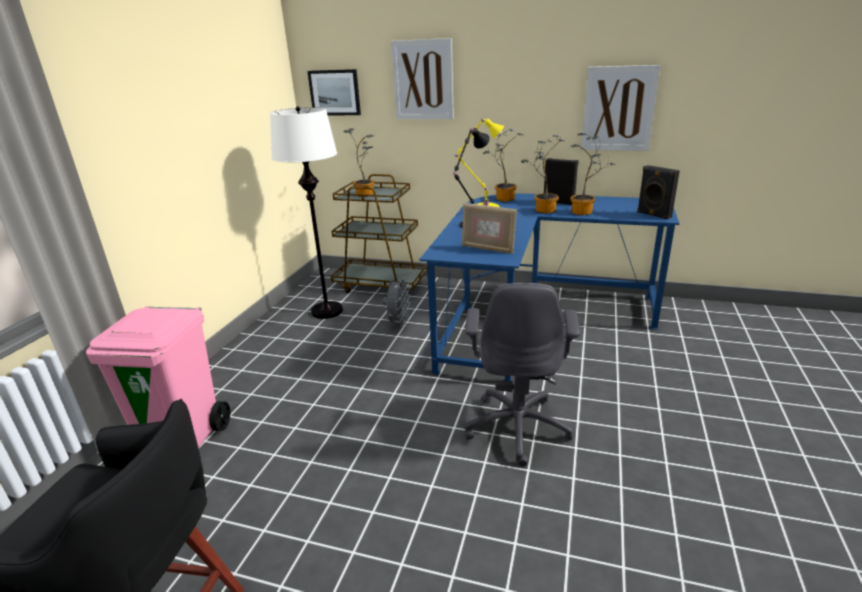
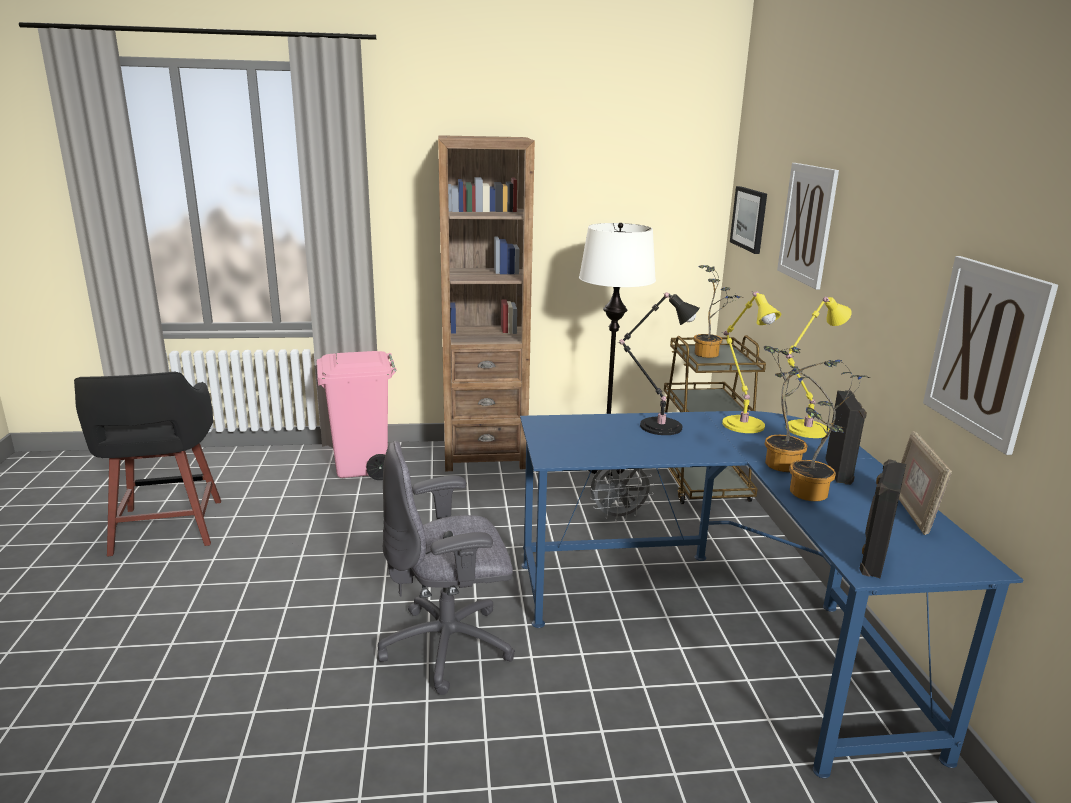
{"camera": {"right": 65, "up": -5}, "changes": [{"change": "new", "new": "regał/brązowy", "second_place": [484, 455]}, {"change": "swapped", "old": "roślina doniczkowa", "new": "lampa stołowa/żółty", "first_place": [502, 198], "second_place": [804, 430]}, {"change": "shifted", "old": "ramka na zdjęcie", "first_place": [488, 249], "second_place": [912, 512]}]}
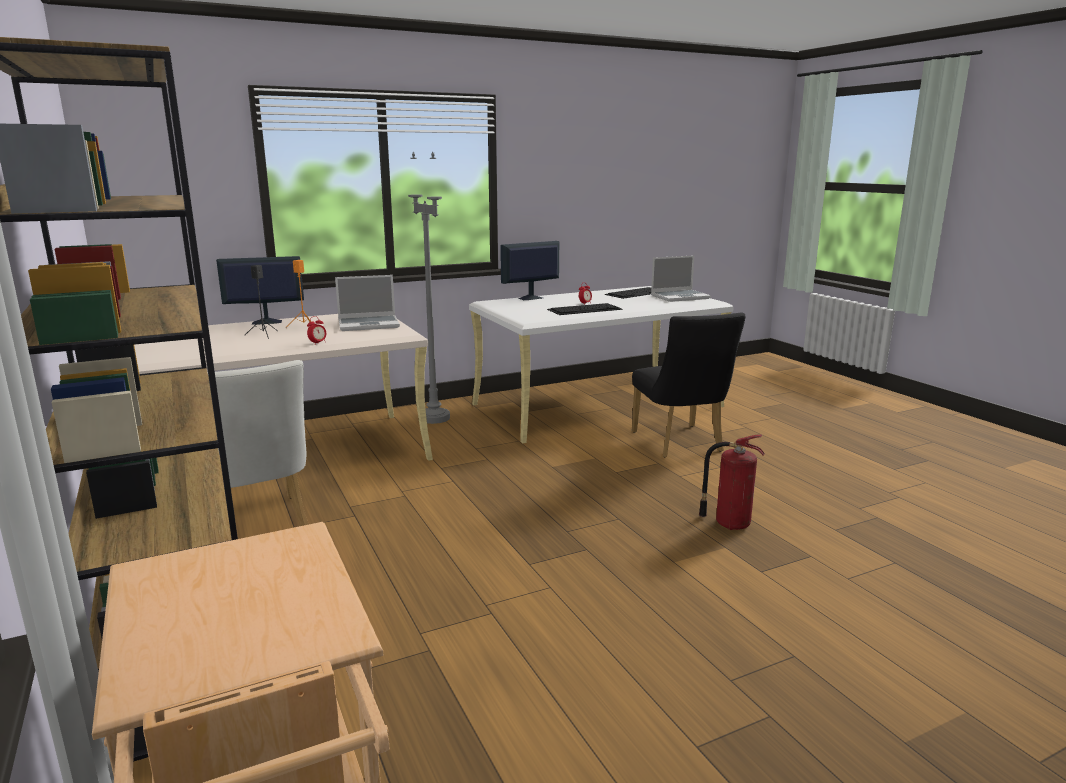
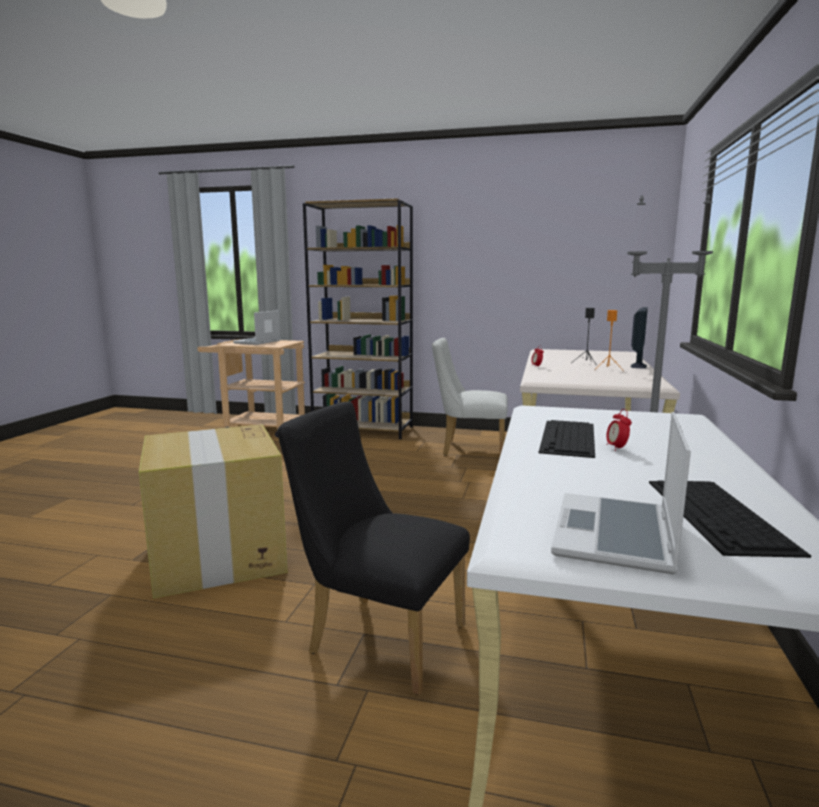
{"camera": {"right": 130, "up": -5}, "changes": [{"change": "swapped", "old": "gaśnica", "new": "karton", "first_place": [730, 523], "second_place": [218, 557]}, {"change": "shifted", "old": "laptop", "first_place": [369, 324], "second_place": [257, 342]}, {"change": "gone", "old": "monitor", "first_place": [530, 298]}]}
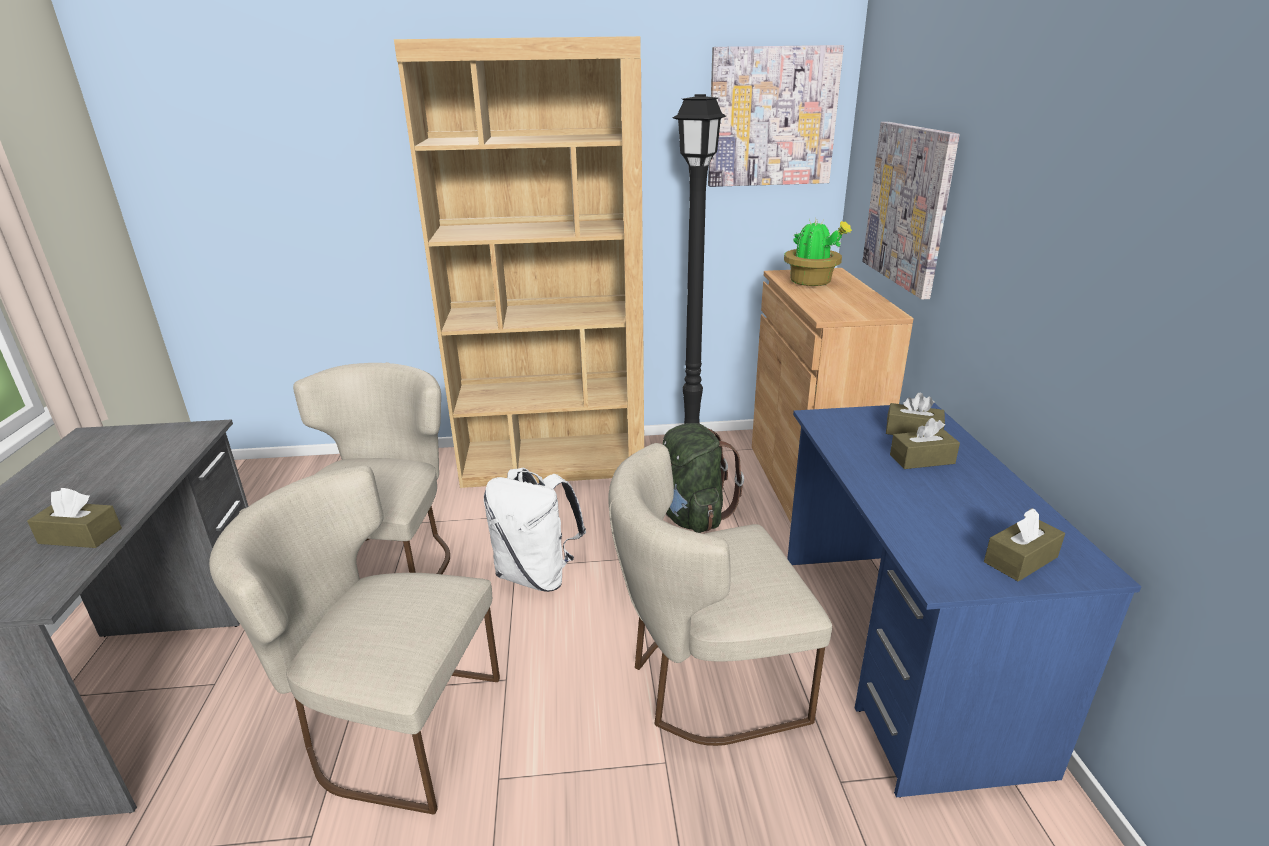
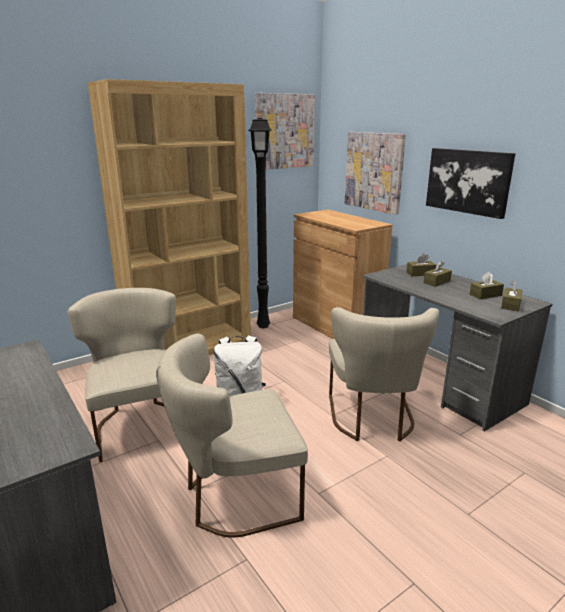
{"camera": {"right": -30, "up": -5}, "changes": [{"change": "rotated", "old": "krzesło/beżowy", "first_place": [705, 682], "second_place": [372, 419], "degrees": -45}, {"change": "repainted", "old": "biurko/niebieski", "new": "biurko/szary", "first_place": [898, 653], "second_place": [437, 382]}, {"change": "new", "new": "obraz", "second_place": [468, 181]}, {"change": "shifted", "old": "pudełko chusteczek/brązowy", "first_place": [80, 536], "second_place": [485, 295]}, {"change": "gone", "old": "plecak/zielony", "first_place": [690, 516]}, {"change": "gone", "old": "roślina doniczkowa", "first_place": [812, 282]}]}
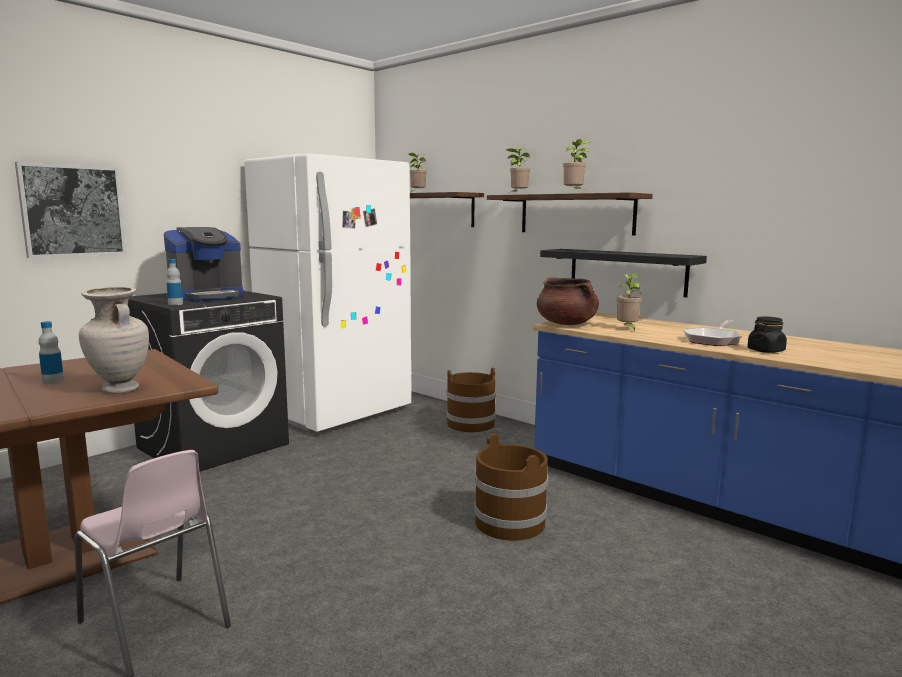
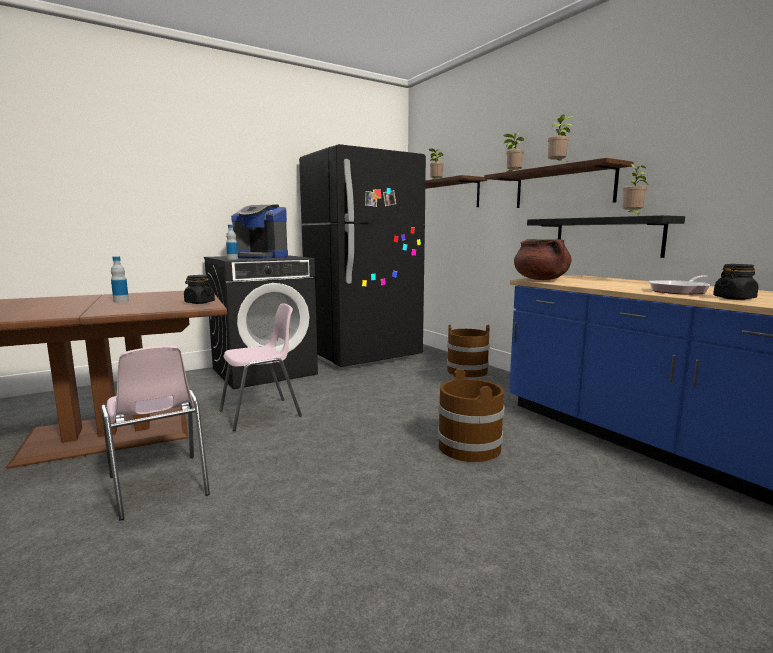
{"camera": {"right": 15, "up": 0}, "changes": [{"change": "new", "new": "słoik/czarny", "second_place": [199, 302]}, {"change": "new", "new": "krzesło/różowy", "second_place": [261, 414]}, {"change": "rotated", "old": "ekspres do kawy", "first_place": [207, 297], "second_place": [261, 257], "degrees": 45}, {"change": "repainted", "old": "lodówka/biały", "new": "lodówka/czarny", "first_place": [336, 412], "second_place": [364, 356]}, {"change": "shifted", "old": "roślina doniczkowa", "first_place": [627, 329], "second_place": [632, 216]}, {"change": "gone", "old": "obraz", "first_place": [73, 211]}, {"change": "gone", "old": "wazon/beżowy", "first_place": [119, 390]}]}
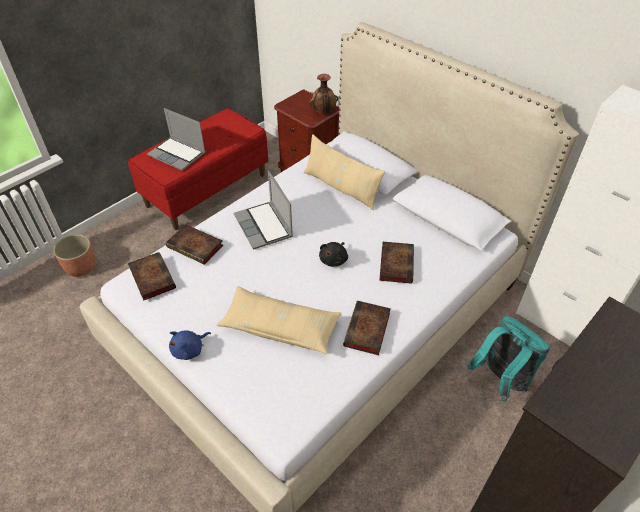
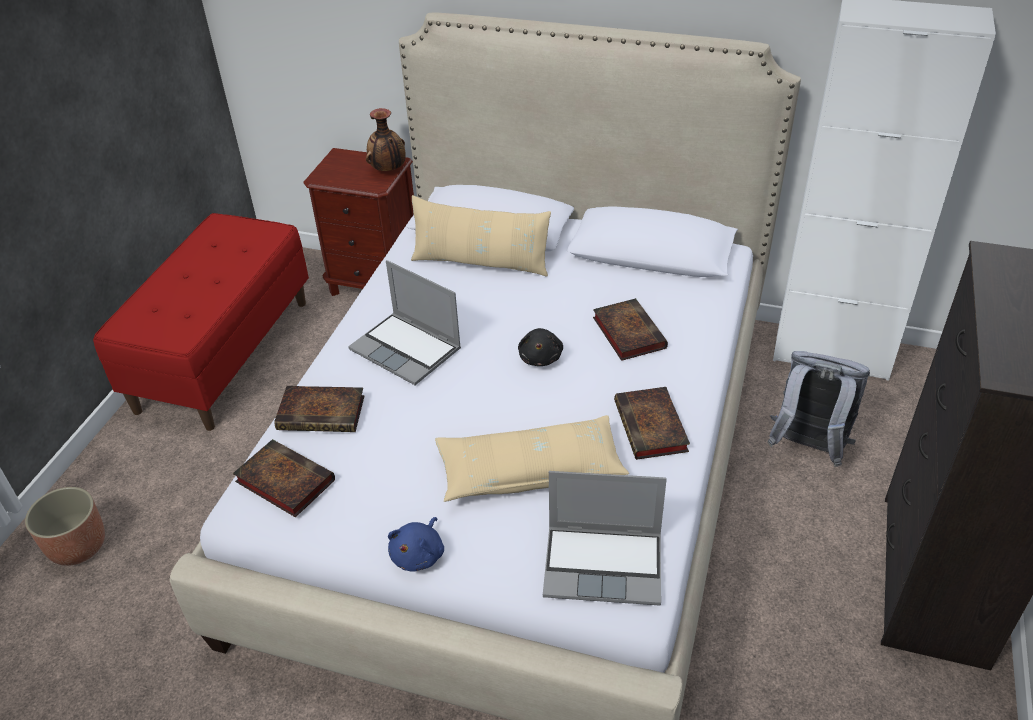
{"camera": {"right": -25, "up": -5}, "changes": [{"change": "shifted", "old": "laptop", "first_place": [178, 154], "second_place": [604, 564]}, {"change": "repainted", "old": "plecak/turkusowy", "new": "plecak/szary", "first_place": [500, 379], "second_place": [807, 448]}]}
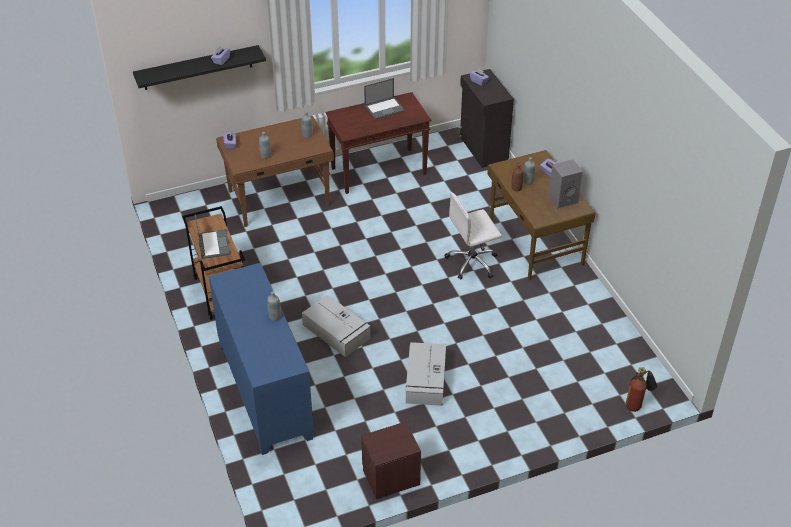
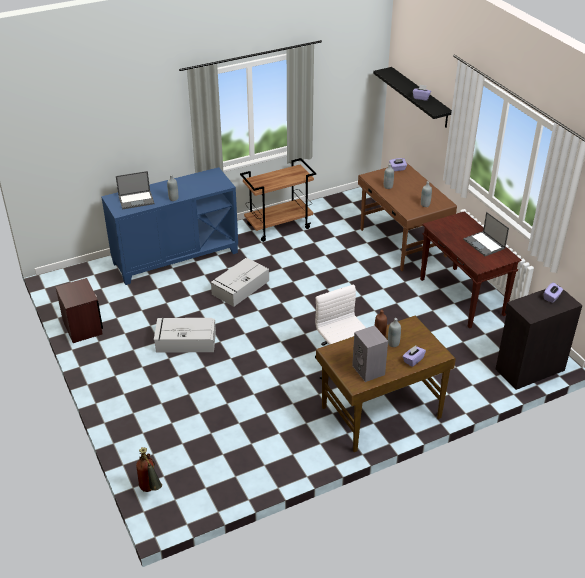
{"camera": {"right": 85, "up": -5}, "changes": [{"change": "shifted", "old": "laptop", "first_place": [213, 244], "second_place": [136, 200]}]}
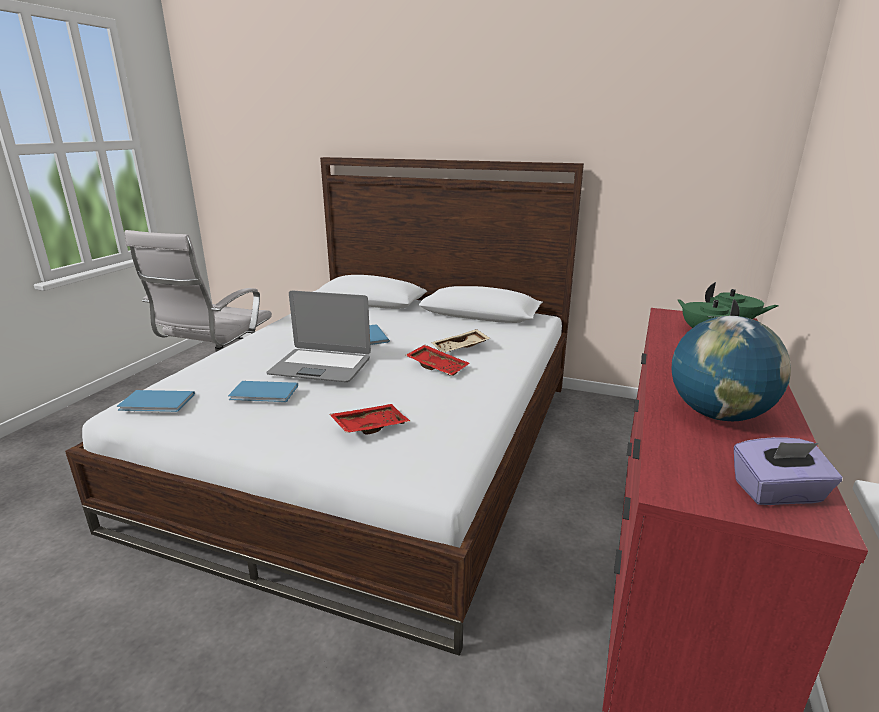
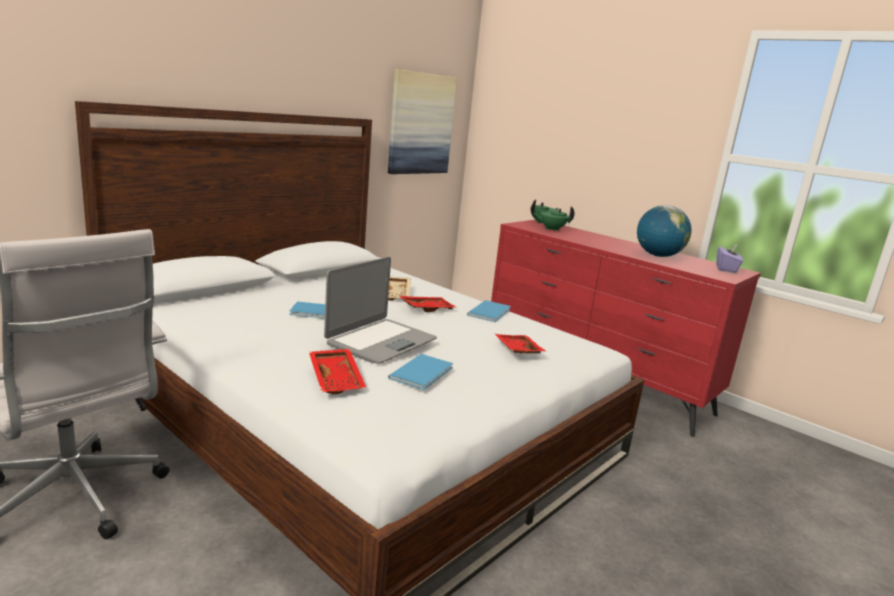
{"camera": {"right": -70, "up": -5}, "changes": [{"change": "new", "new": "taca/czerwony", "second_place": [337, 379]}, {"change": "new", "new": "obraz", "second_place": [420, 124]}, {"change": "shifted", "old": "książka/niebieski", "first_place": [158, 403], "second_place": [491, 312]}]}
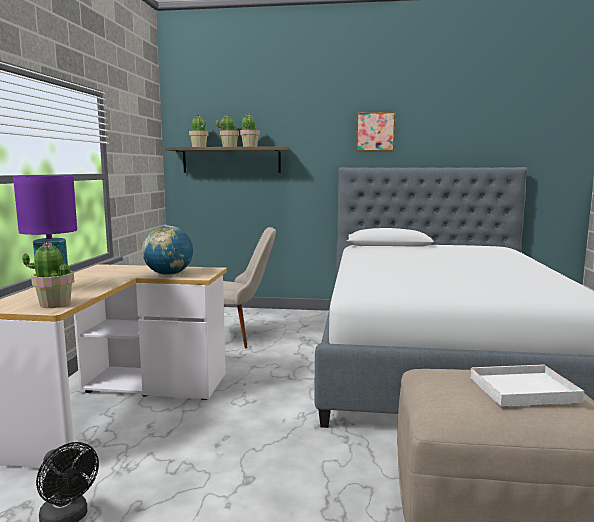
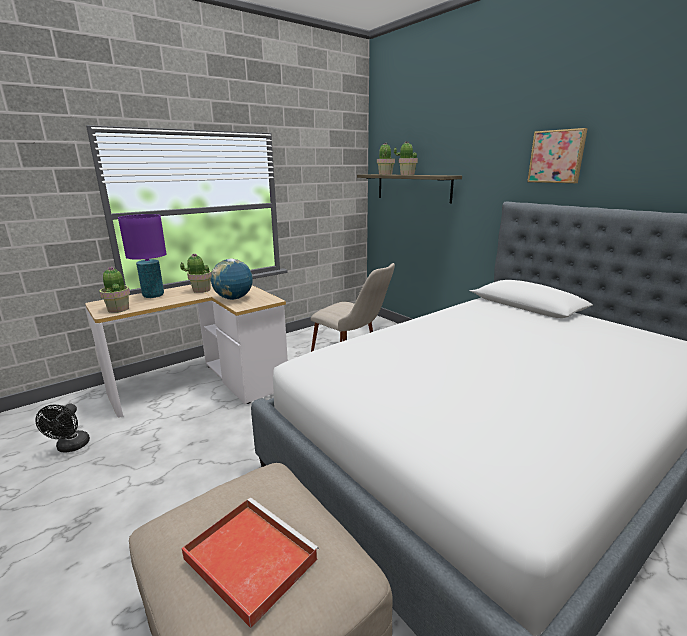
{"camera": {"right": 45, "up": 10}, "changes": [{"change": "shifted", "old": "roślina doniczkowa", "first_place": [249, 146], "second_place": [201, 290]}, {"change": "repainted", "old": "taca/biały", "new": "taca/czerwony", "first_place": [521, 389], "second_place": [248, 558]}]}
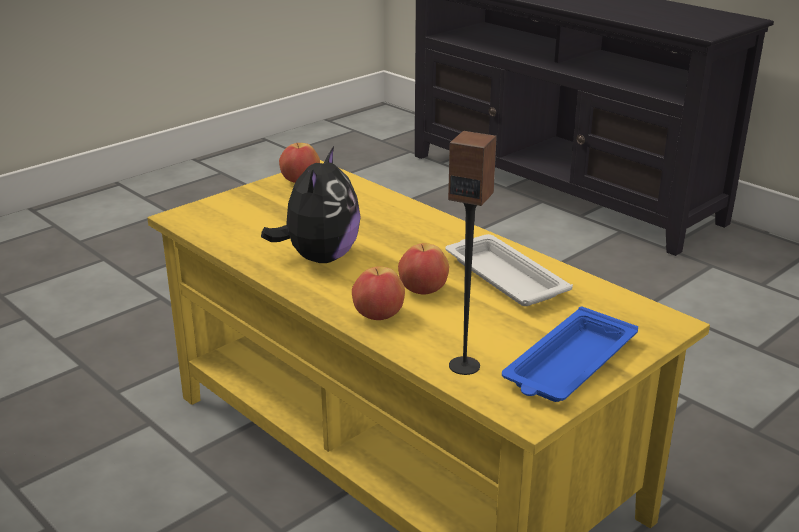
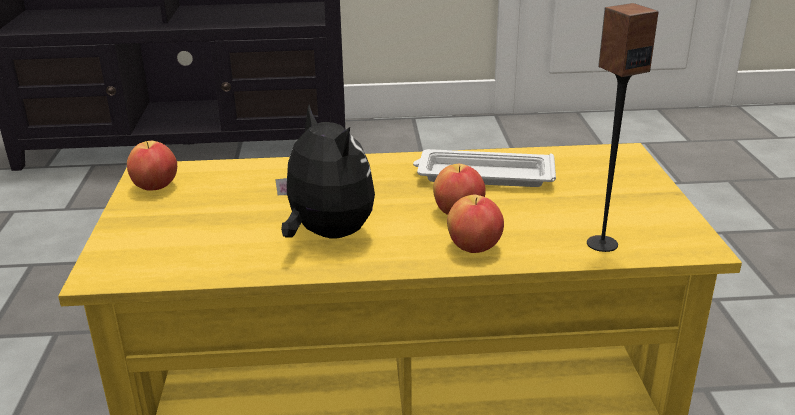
{"camera": {"right": -50, "up": 0}, "changes": [{"change": "gone", "old": "taca/niebieski", "first_place": [568, 365]}]}
